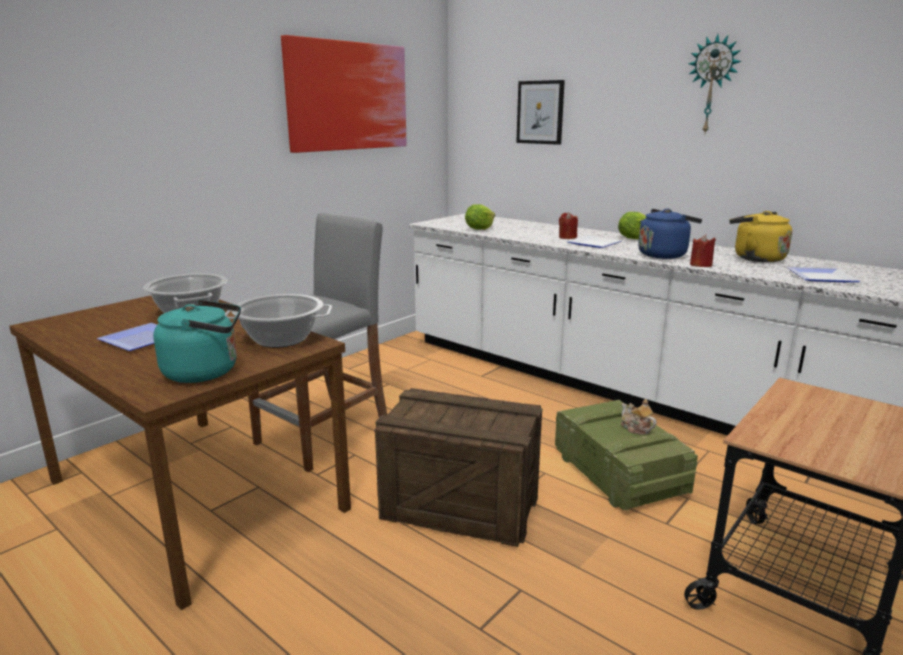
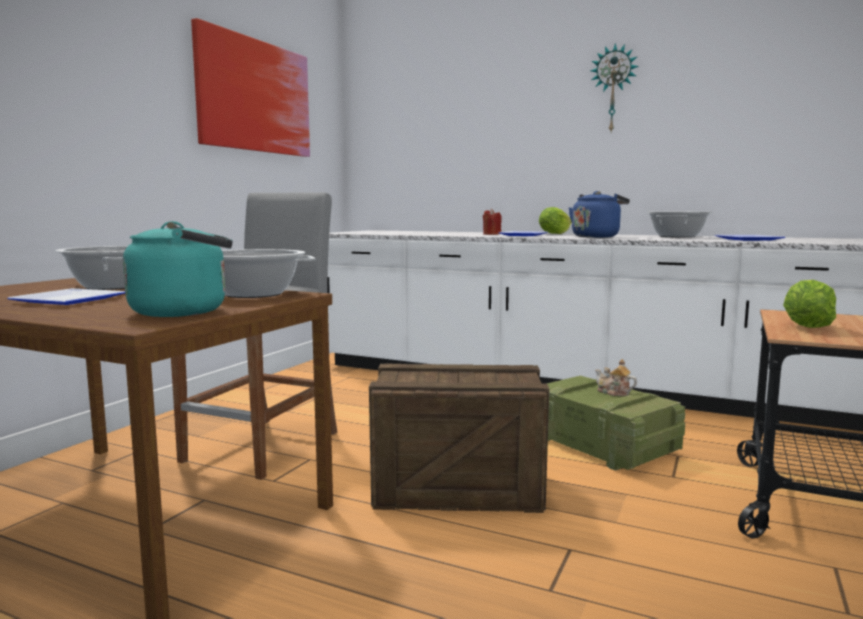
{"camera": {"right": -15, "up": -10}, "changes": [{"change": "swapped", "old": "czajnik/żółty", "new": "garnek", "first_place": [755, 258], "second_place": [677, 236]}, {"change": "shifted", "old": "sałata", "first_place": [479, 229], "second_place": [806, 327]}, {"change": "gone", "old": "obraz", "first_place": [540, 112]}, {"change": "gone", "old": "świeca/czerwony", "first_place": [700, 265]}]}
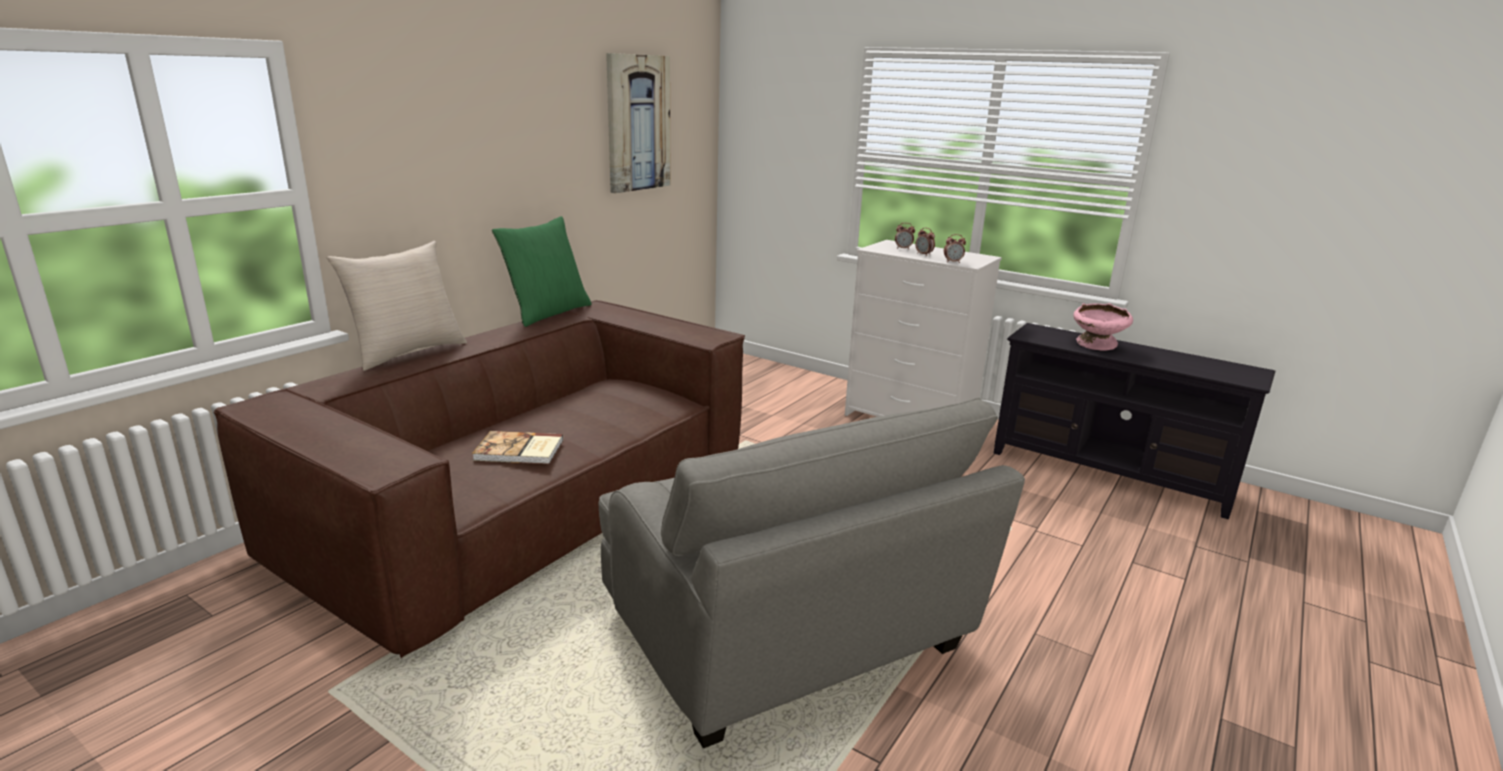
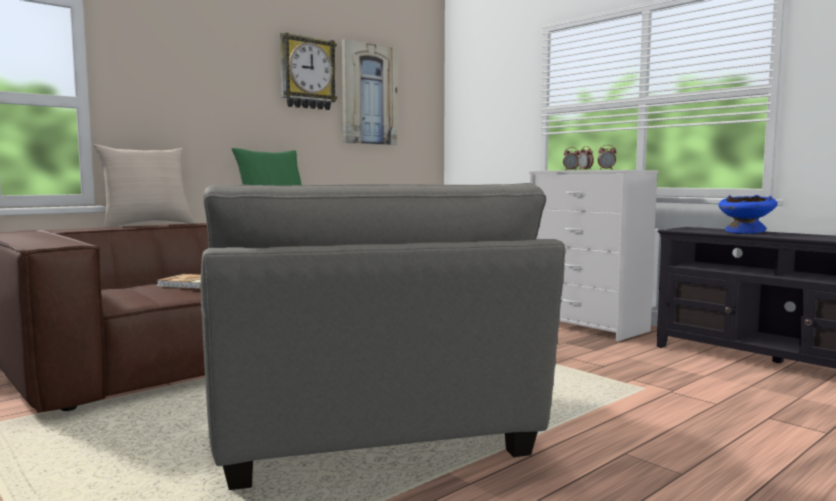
{"camera": {"right": 15, "up": -15}, "changes": [{"change": "new", "new": "zegar ścienny", "second_place": [307, 73]}, {"change": "repainted", "old": "miska/różowy", "new": "miska/niebieski", "first_place": [1097, 345], "second_place": [746, 232]}]}
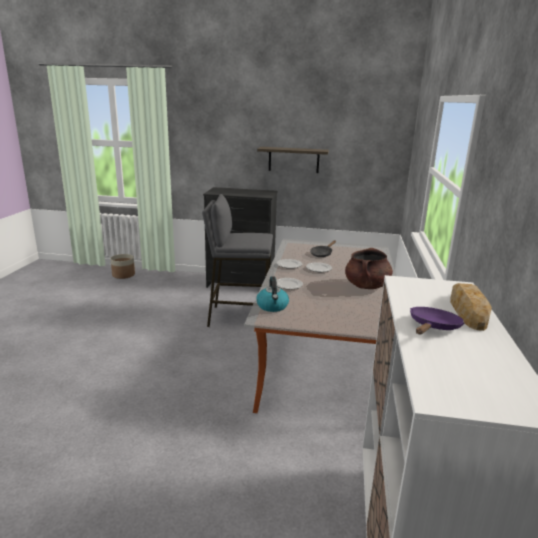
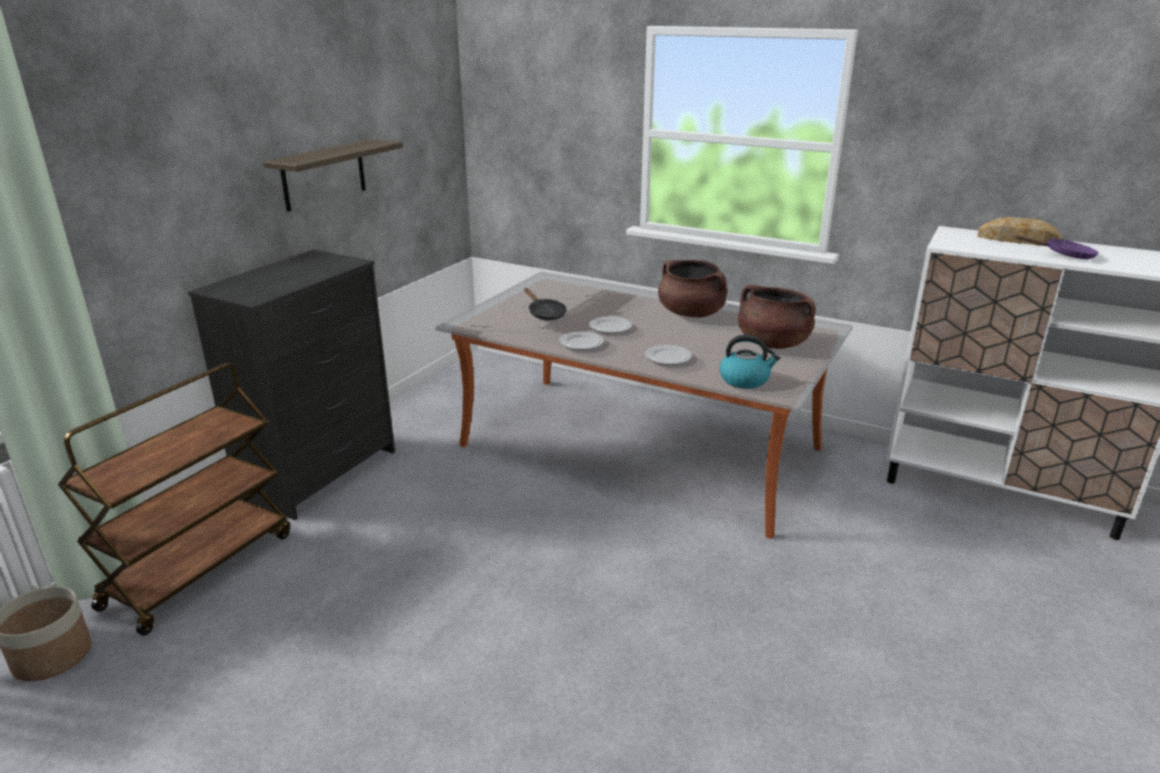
{"camera": {"right": -70, "up": 5}, "changes": [{"change": "new", "new": "wózek/brązowy", "second_place": [200, 569]}, {"change": "new", "new": "garnek/brązowy", "second_place": [772, 343]}, {"change": "rotated", "old": "patelnia/fioletowy", "first_place": [433, 327], "second_place": [1063, 255], "degrees": 135}, {"change": "gone", "old": "stołek/szary", "first_place": [239, 317]}]}
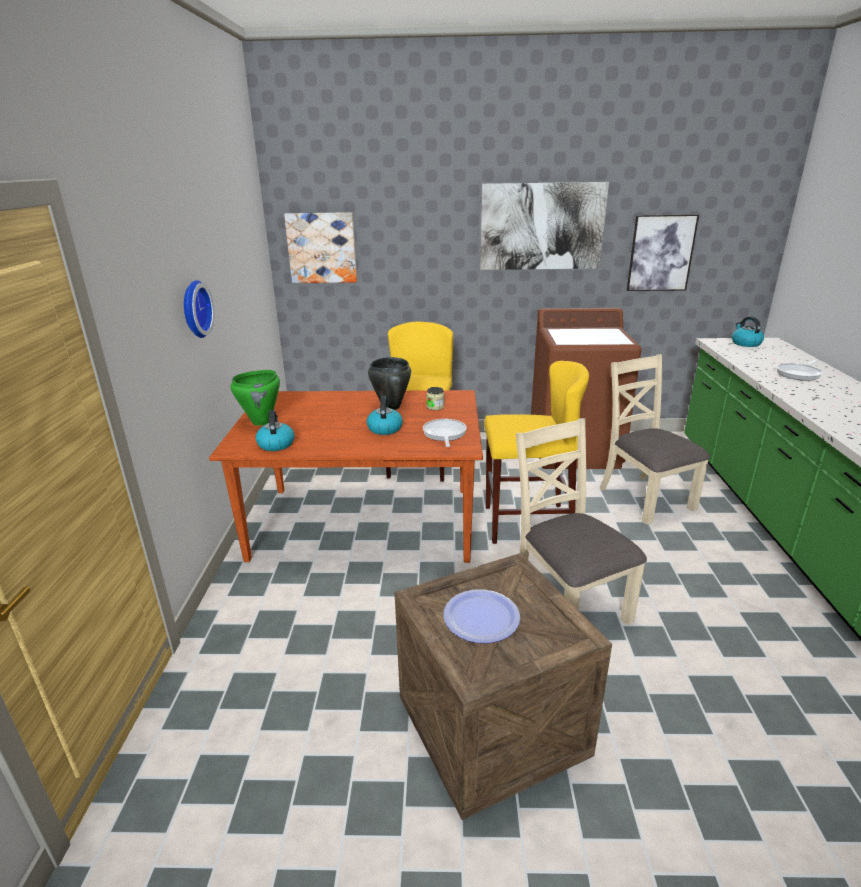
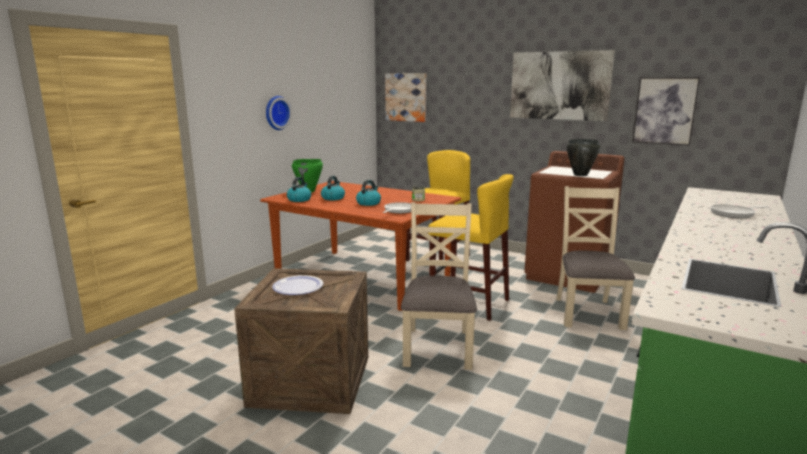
{"camera": {"right": 30, "up": -10}, "changes": [{"change": "shifted", "old": "czajnik", "first_place": [745, 343], "second_place": [333, 198]}, {"change": "shifted", "old": "garnek/czarny", "first_place": [390, 407], "second_place": [580, 175]}]}
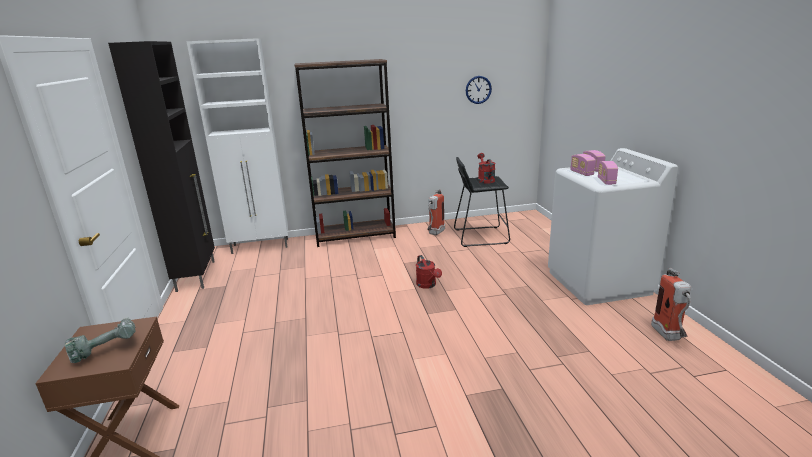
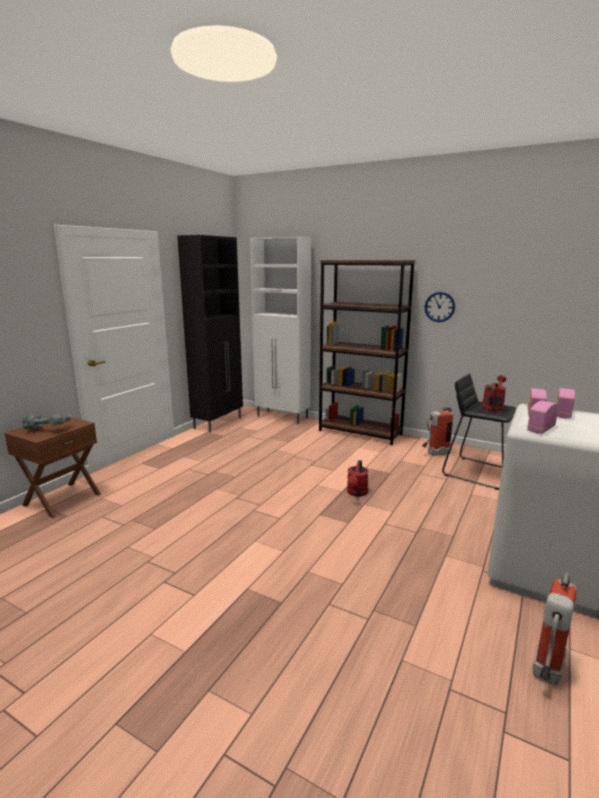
{"camera": {"right": 40, "up": -5}, "changes": [{"change": "shifted", "old": "zegar ścienny", "first_place": [478, 90], "second_place": [439, 307]}]}
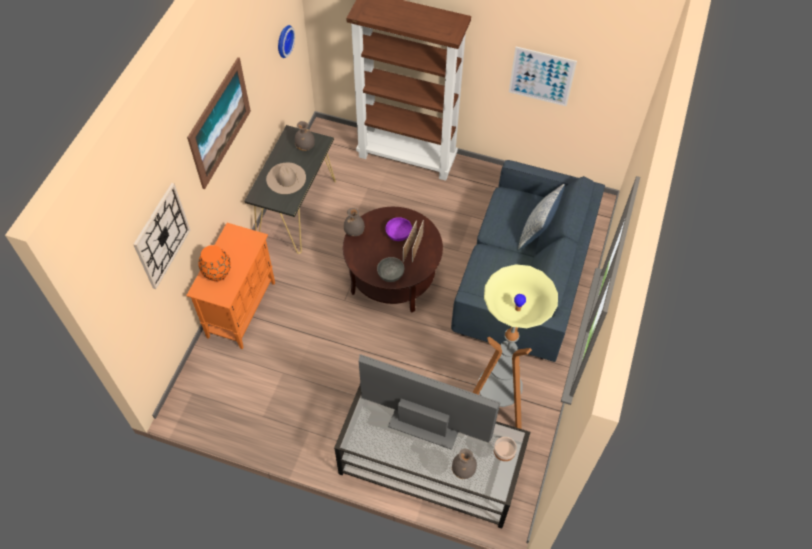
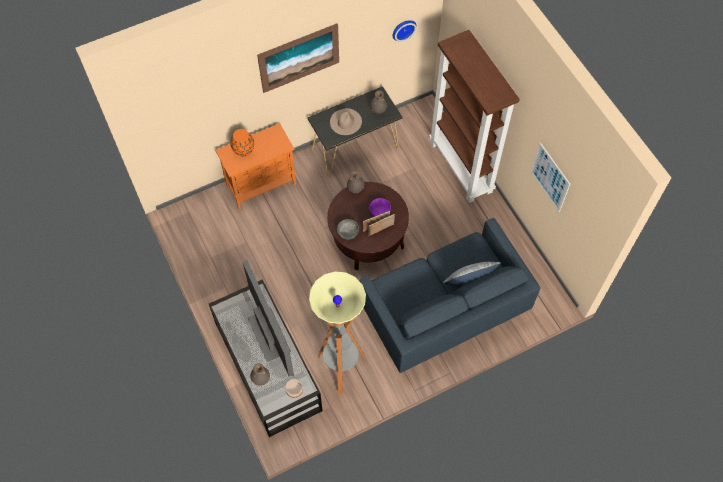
{"camera": {"right": 45, "up": 5}, "changes": [{"change": "gone", "old": "zegar ścienny", "first_place": [162, 236]}]}
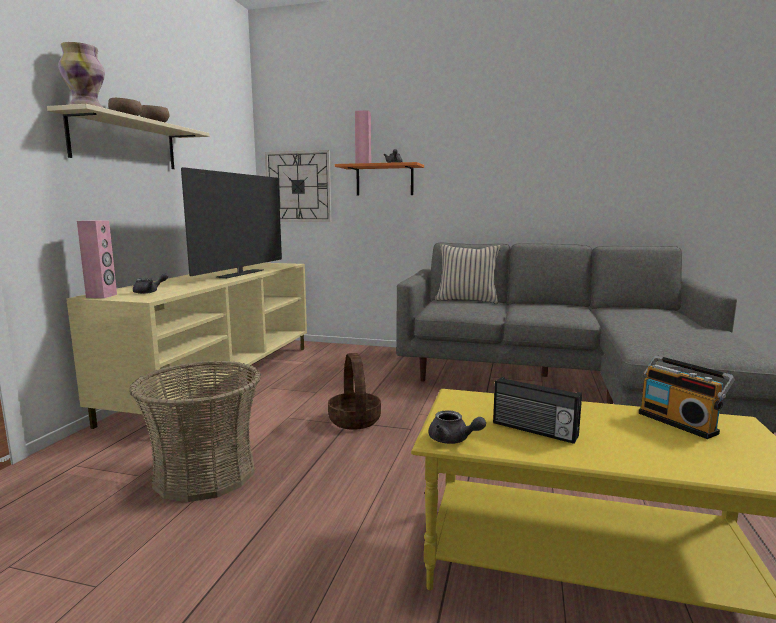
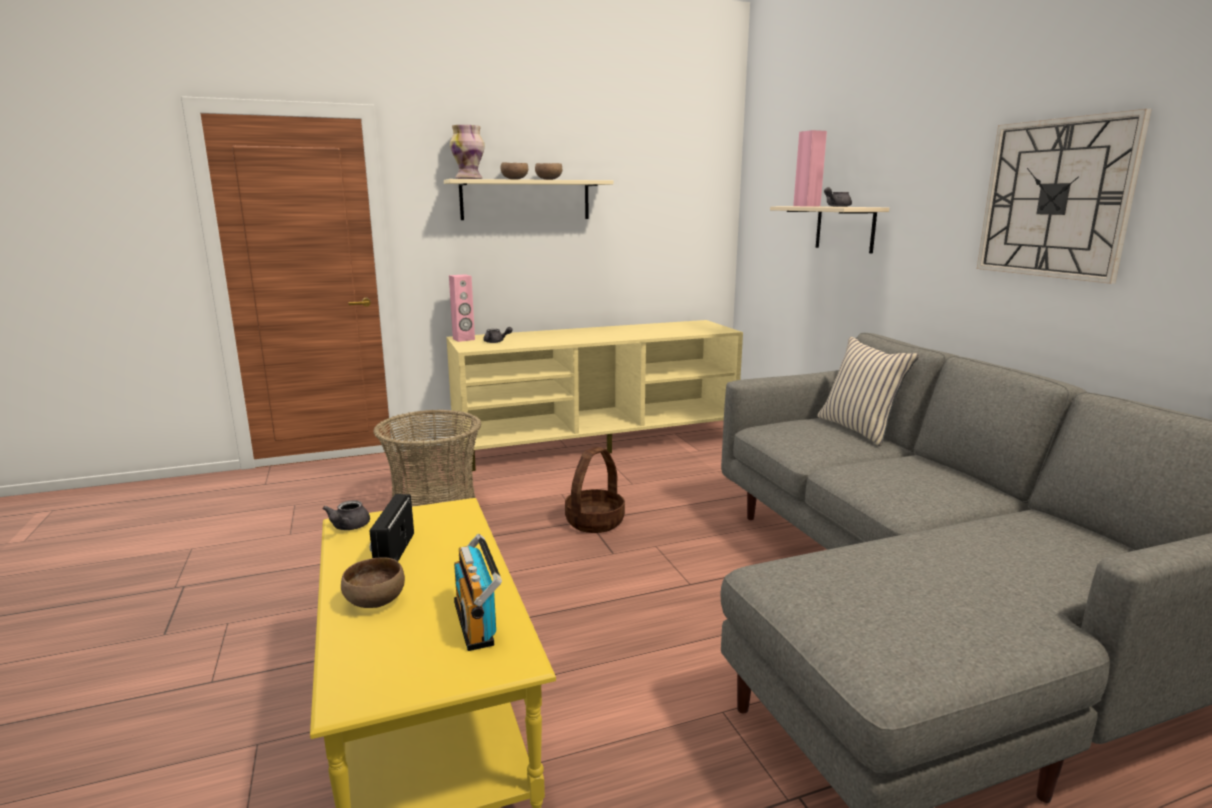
{"camera": {"right": 55, "up": 5}, "changes": [{"change": "new", "new": "miska/brązowy", "second_place": [374, 601]}, {"change": "rotated", "old": "radio", "first_place": [679, 422], "second_place": [478, 622], "degrees": -45}, {"change": "repainted", "old": "półka/pomarańczowy", "new": "półka/beżowy", "first_place": [384, 180], "second_place": [845, 228]}, {"change": "shifted", "old": "zegar ścienny", "first_place": [298, 186], "second_place": [1055, 199]}, {"change": "gone", "old": "telewizor", "first_place": [241, 274]}]}
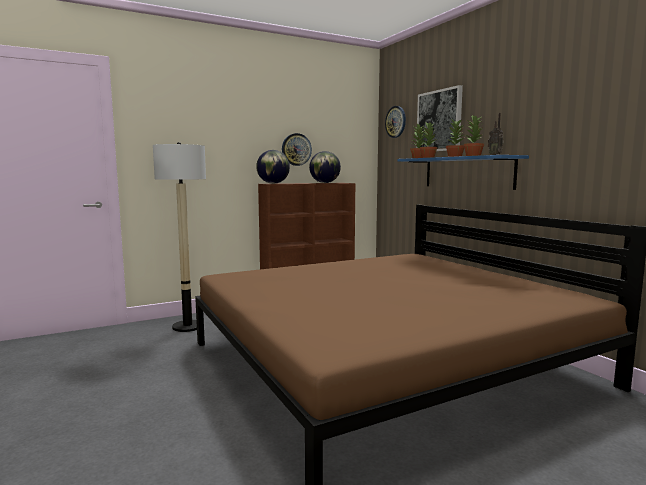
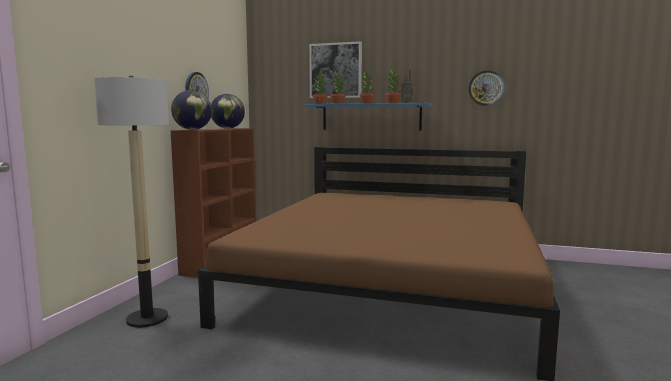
{"camera": {"right": -45, "up": 0}, "changes": [{"change": "shifted", "old": "zegar ścienny", "first_place": [396, 122], "second_place": [486, 88]}]}
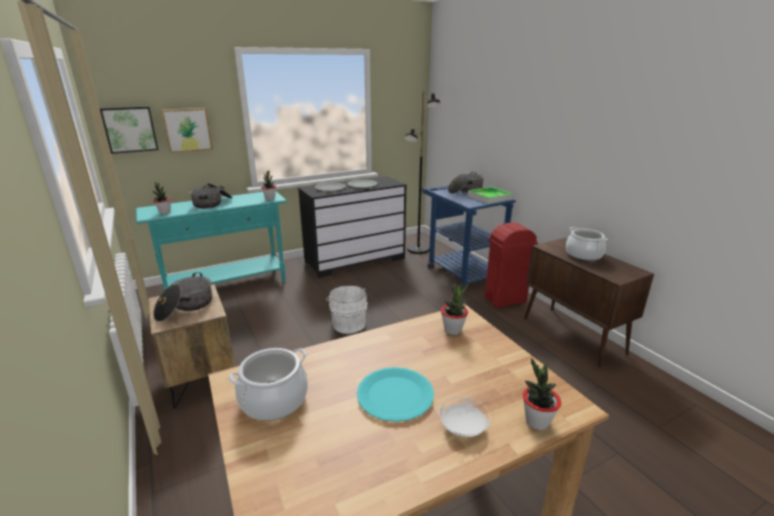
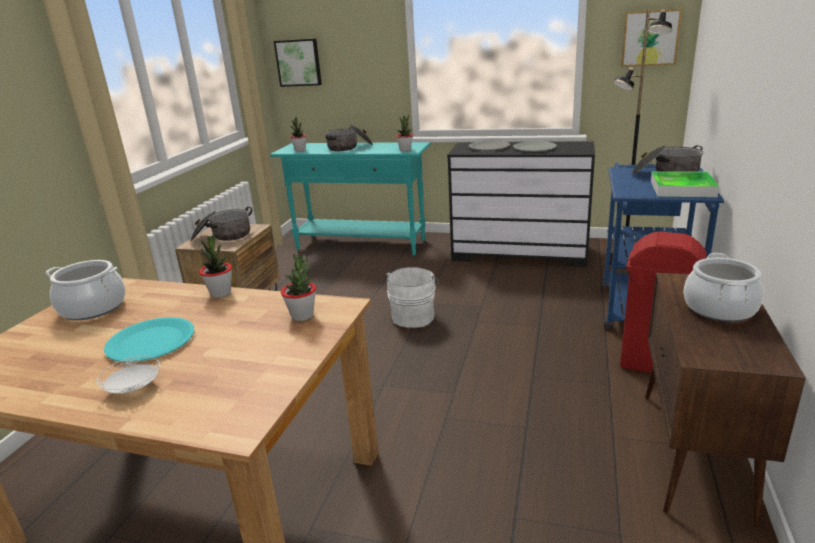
{"camera": {"right": 45, "up": 0}, "changes": [{"change": "shifted", "old": "roślina doniczkowa", "first_place": [537, 421], "second_place": [220, 293]}, {"change": "shifted", "old": "obraz", "first_place": [187, 129], "second_place": [650, 38]}]}
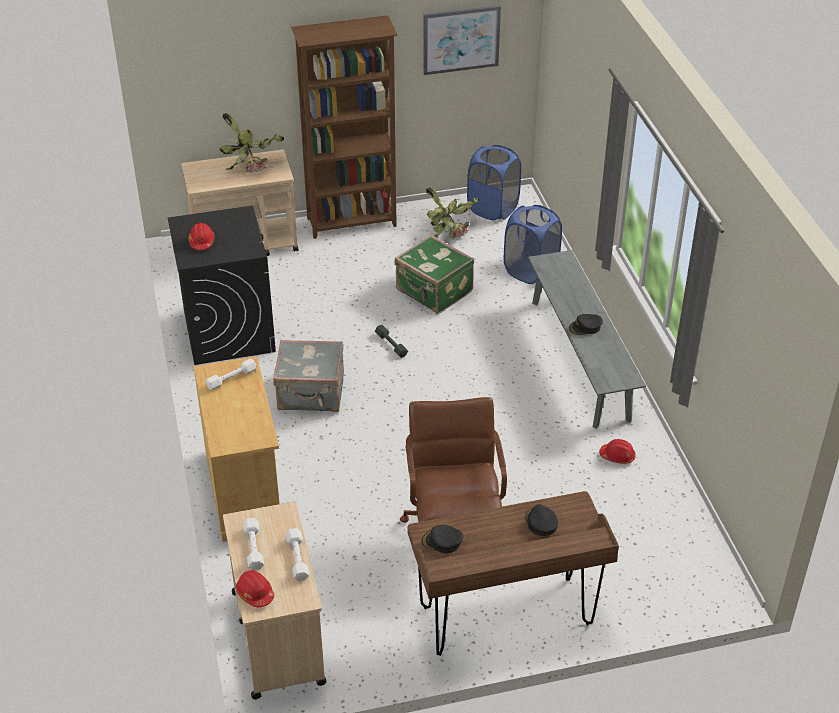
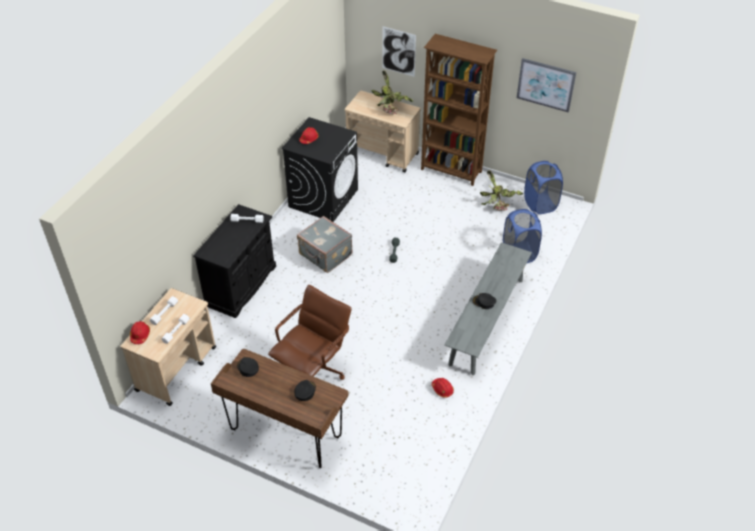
{"camera": {"right": 40, "up": 5}, "changes": [{"change": "repainted", "old": "szafka/beżowy", "new": "szafka/czarny", "first_place": [244, 489], "second_place": [241, 285]}, {"change": "new", "new": "obraz", "second_place": [398, 51]}, {"change": "gone", "old": "walizka/zielony", "first_place": [433, 292]}]}
